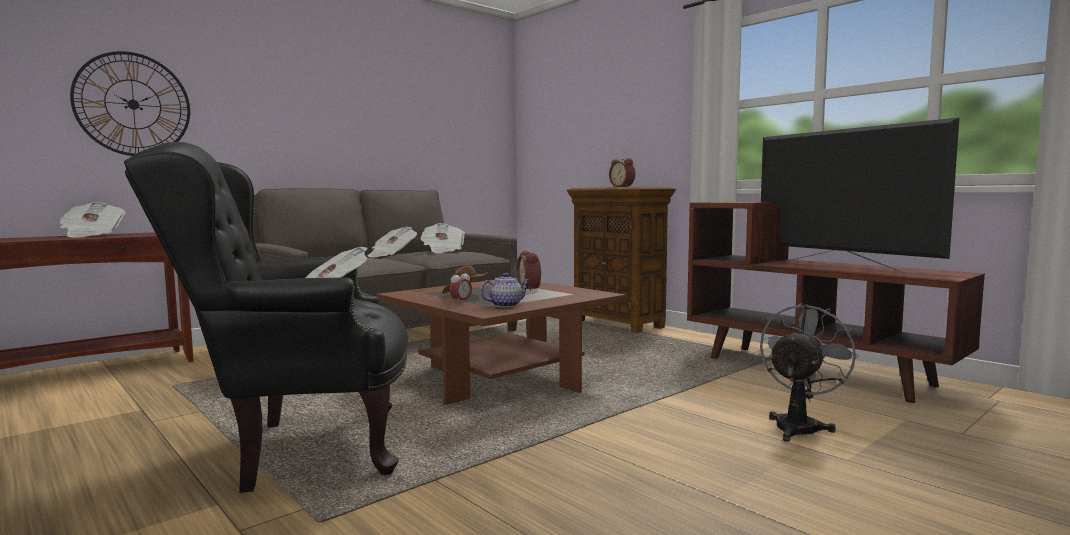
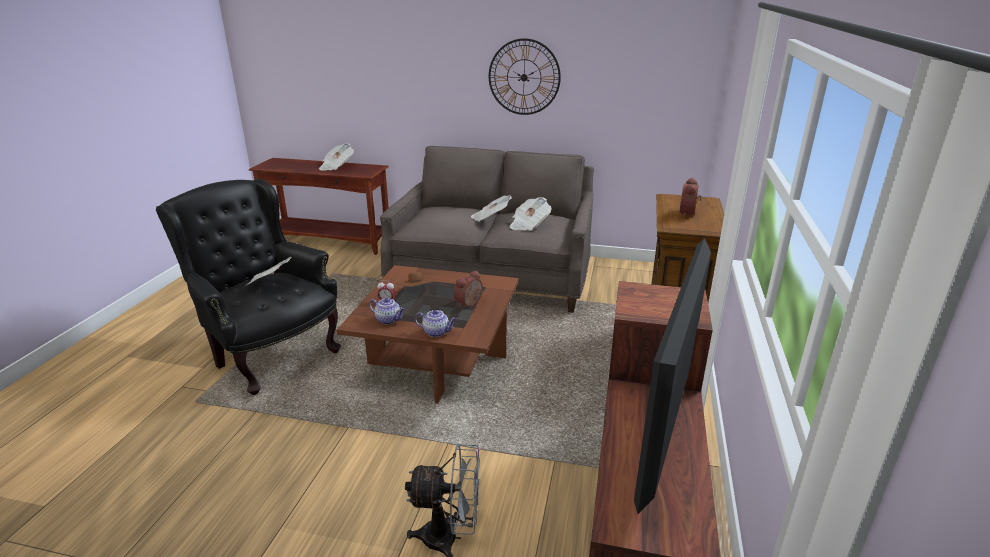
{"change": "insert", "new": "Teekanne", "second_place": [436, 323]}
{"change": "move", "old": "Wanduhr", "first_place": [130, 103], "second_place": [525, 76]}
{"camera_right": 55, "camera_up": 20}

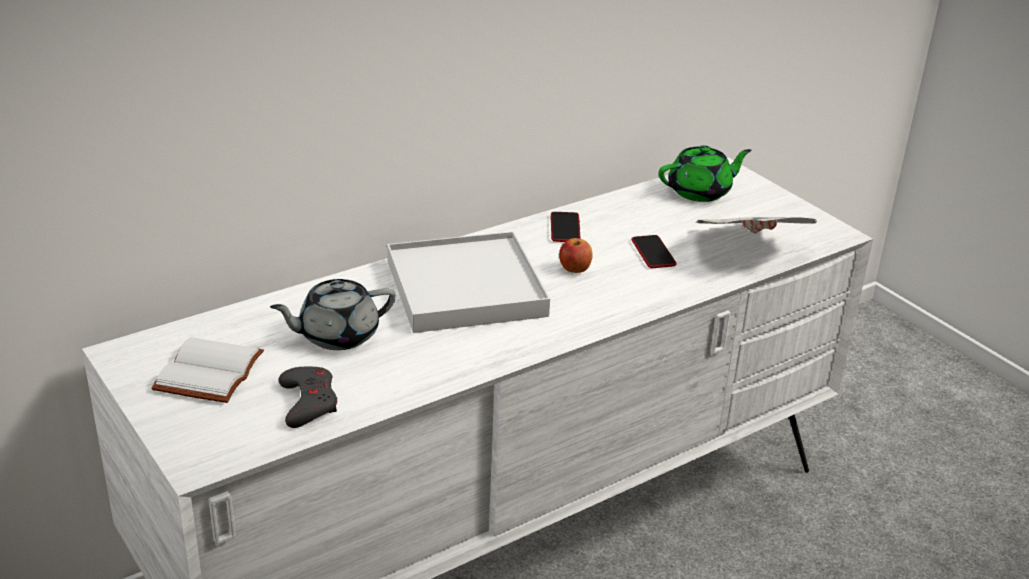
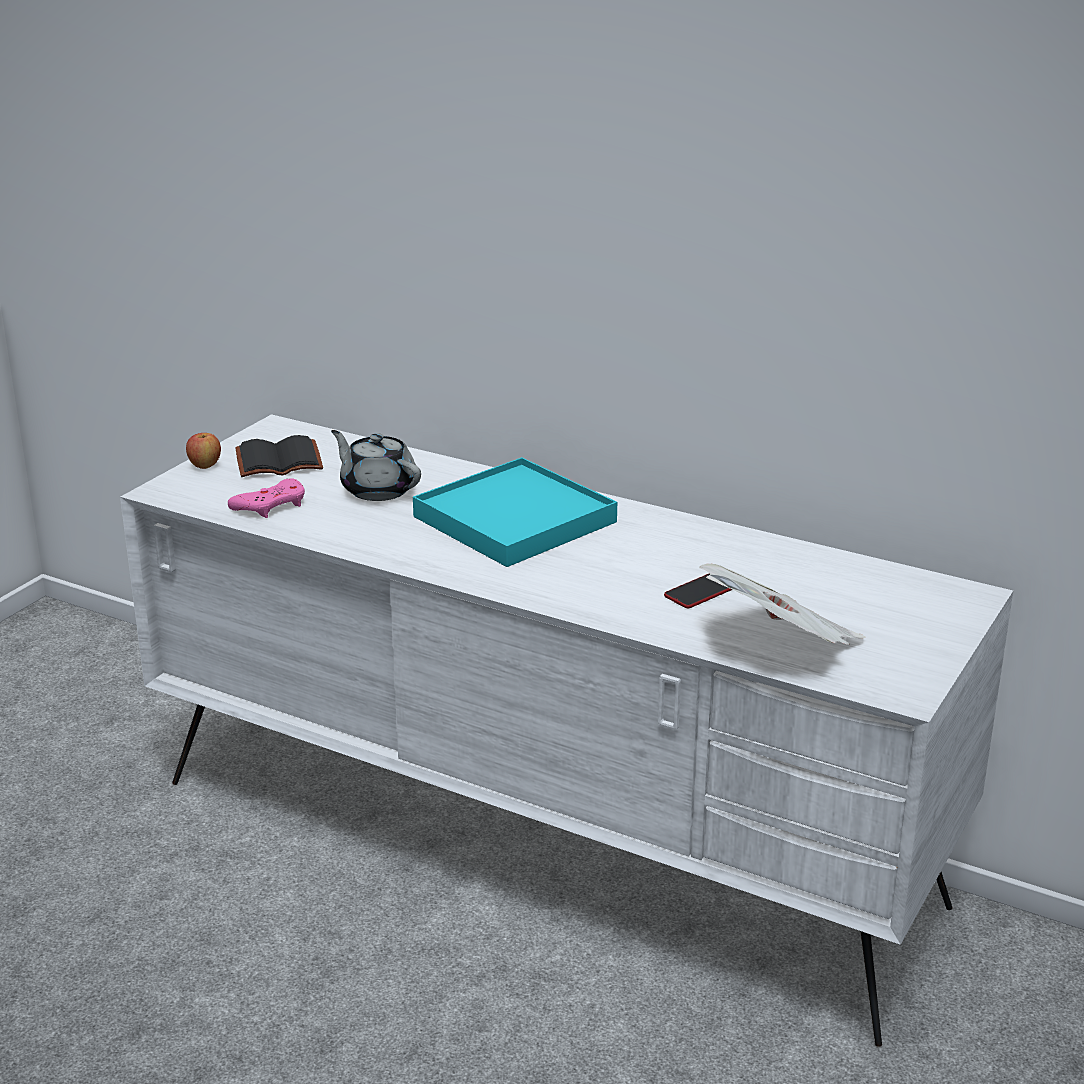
{"change": "delete", "old": "Handy", "first_place": [566, 227]}
{"change": "delete", "old": "Teekanne/grün", "first_place": [705, 173]}
{"change": "move", "old": "Apfel", "first_place": [576, 255], "second_place": [203, 451]}
{"change": "recolor", "old": "Buch/weiß", "new": "Buch/schwarz", "first_place": [208, 370], "second_place": [279, 456]}
{"change": "recolor", "old": "Gamepad/grau", "new": "Gamepad/rosa", "first_place": [307, 397], "second_place": [266, 498]}
{"change": "recolor", "old": "Tablett/weiß", "new": "Tablett/türkis", "first_place": [468, 282], "second_place": [515, 512]}
{"camera_right": 65, "camera_up": -5}

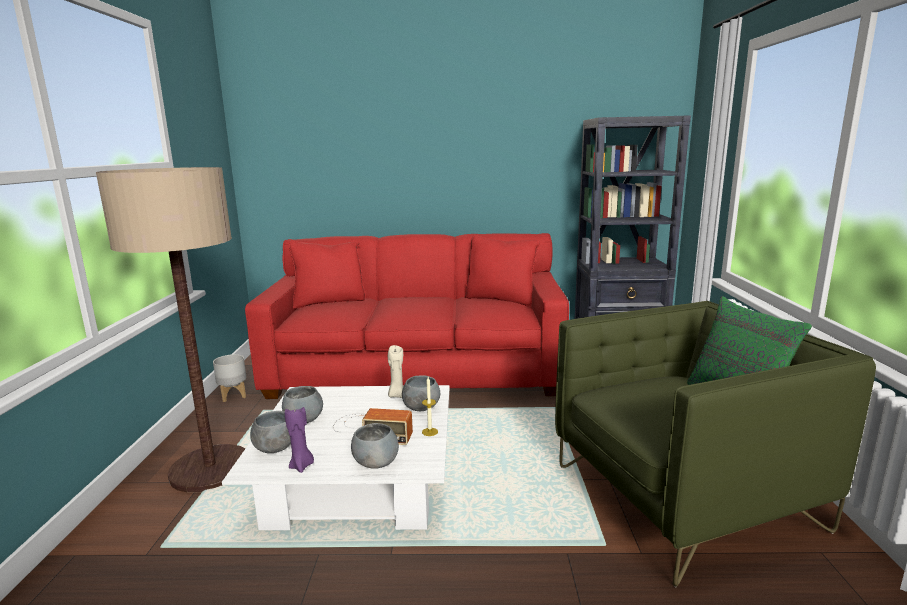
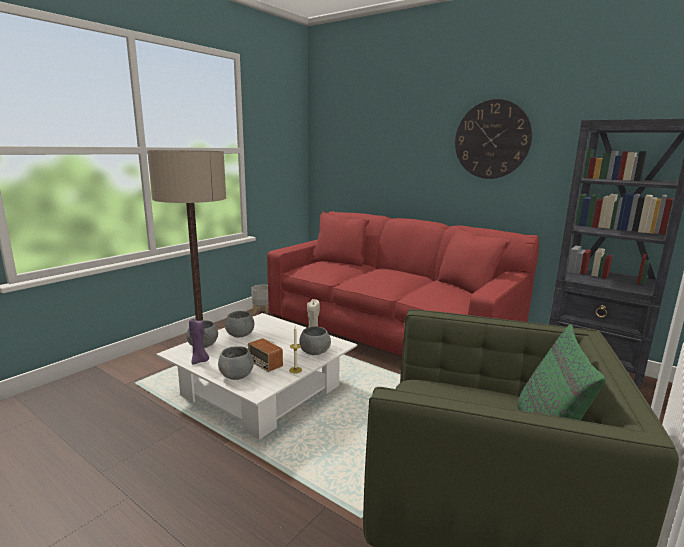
{"change": "insert", "new": "Wanduhr", "second_place": [493, 139]}
{"camera_right": 35, "camera_up": 0}

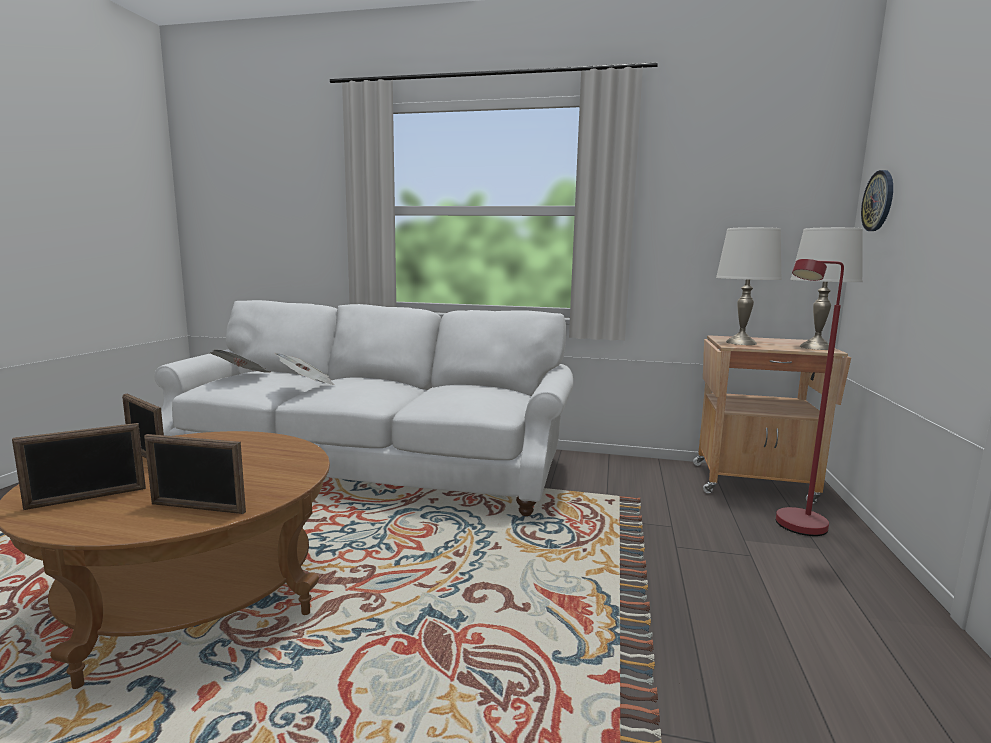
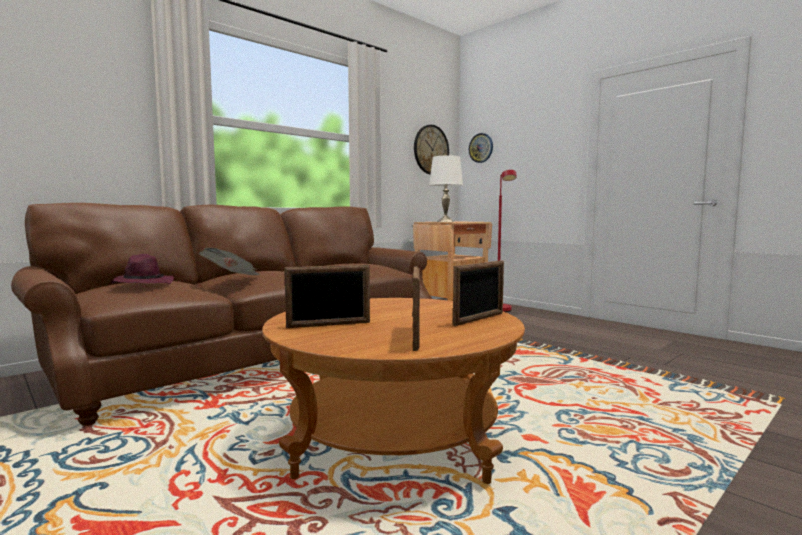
{"change": "delete", "old": "Tischlampe/weiß", "first_place": [826, 288]}
{"change": "insert", "new": "Wanduhr", "second_place": [431, 149]}
{"change": "replace", "old": "Zeitung", "new": "Hut/lila", "first_place": [240, 361], "second_place": [142, 269]}
{"change": "recolor", "old": "Sofa/weiß", "new": "Sofa/braun", "first_place": [363, 408], "second_place": [221, 314]}
{"camera_right": -55, "camera_up": -5}

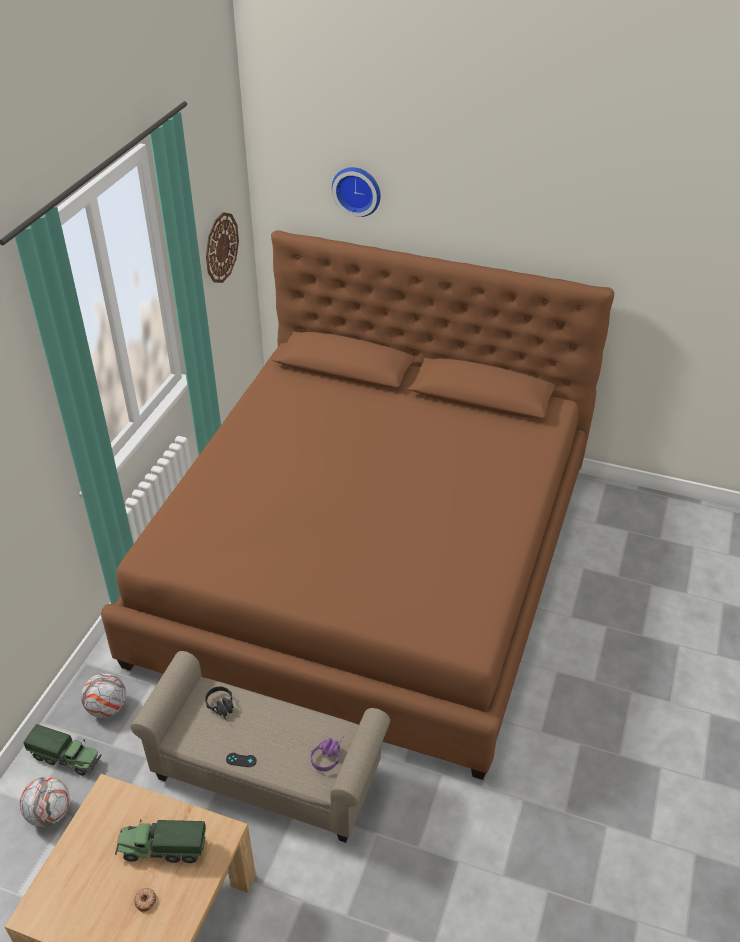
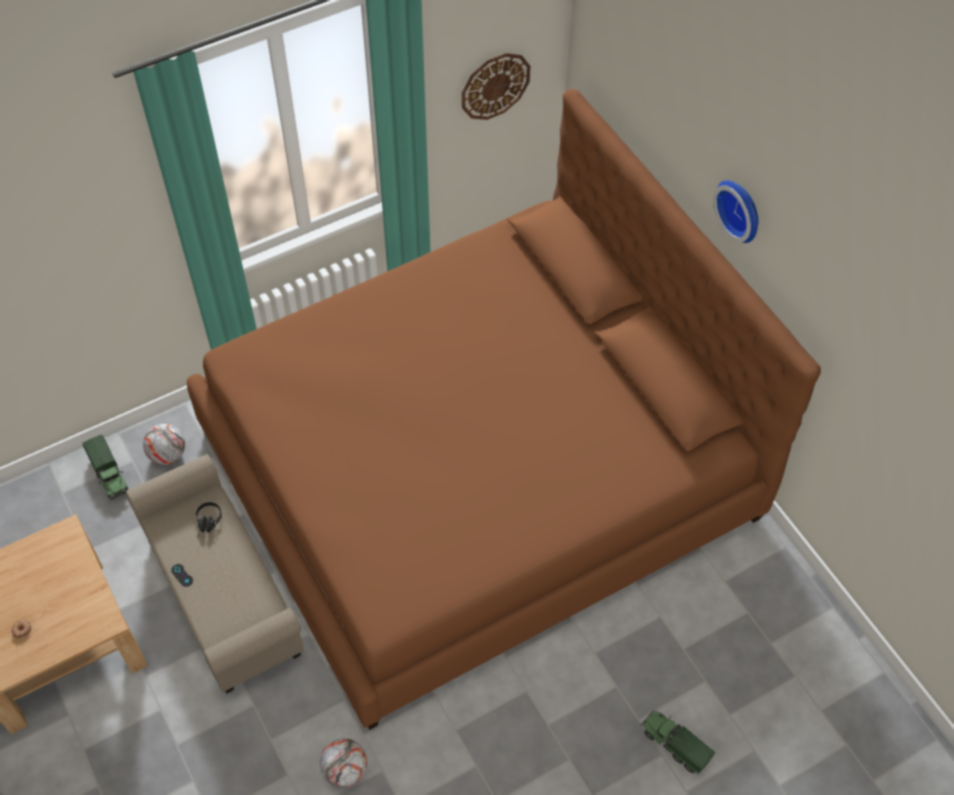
{"change": "delete", "old": "Kopfhörer/lila", "first_place": [327, 753]}
{"change": "move", "old": "Fußball", "first_place": [45, 802], "second_place": [343, 762]}
{"change": "move", "old": "Spielzeuglaster", "first_place": [160, 841], "second_place": [677, 742]}
{"change": "move", "old": "Wanduhr", "first_place": [356, 192], "second_place": [735, 211]}
{"camera_right": 40, "camera_up": 15}

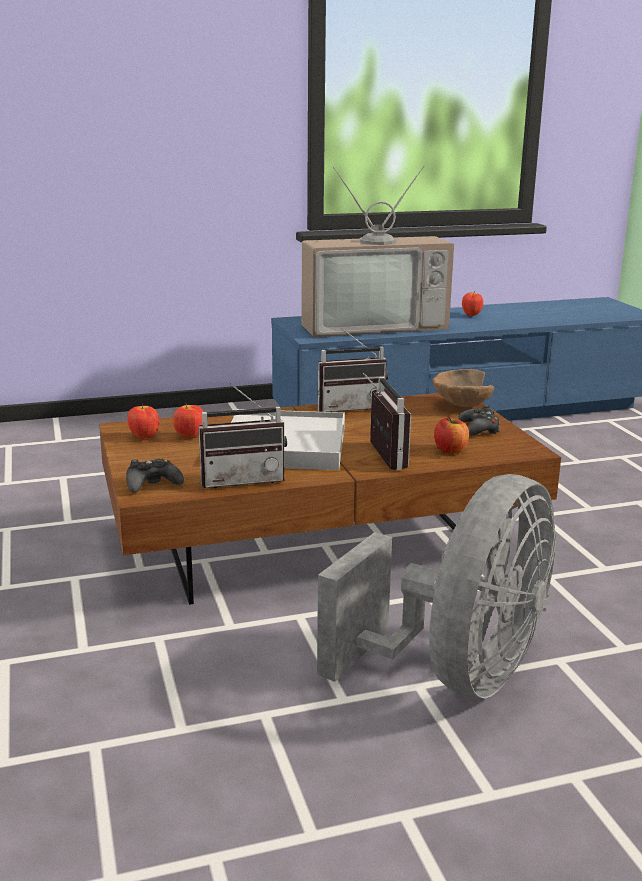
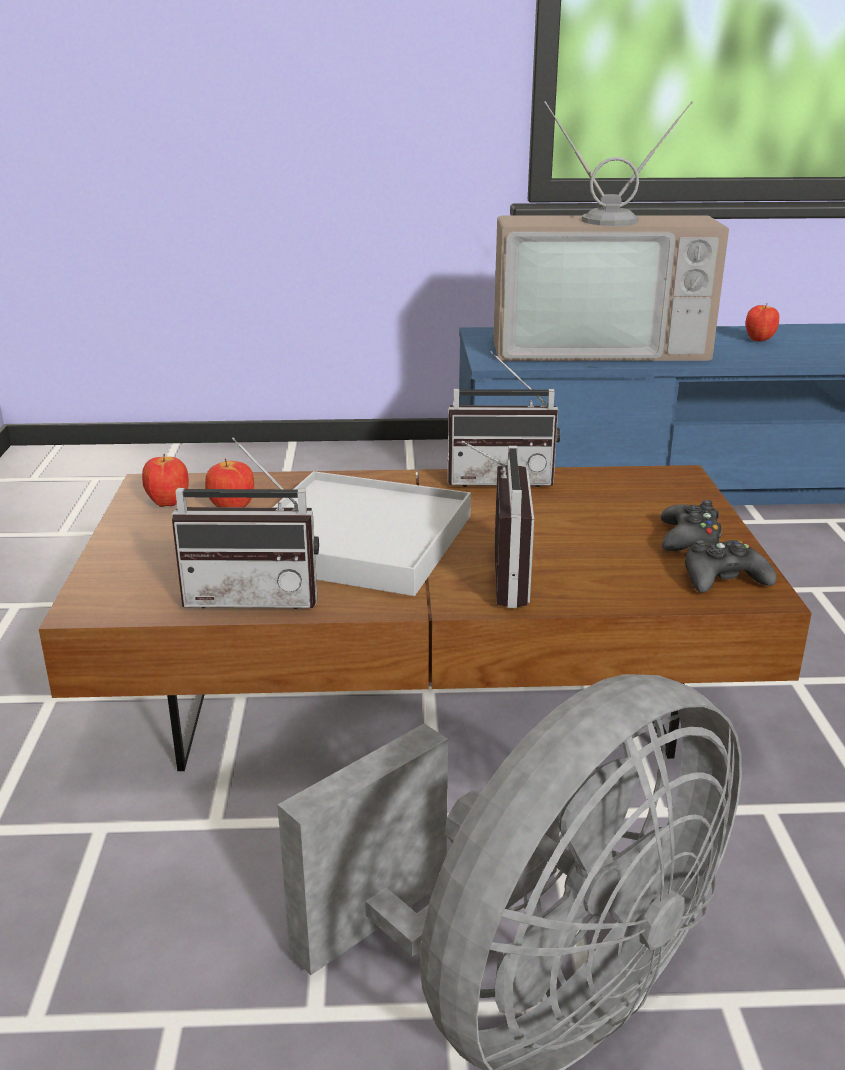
{"change": "delete", "old": "Schüssel/braun", "first_place": [463, 388]}
{"change": "delete", "old": "Apfel", "first_place": [451, 435]}
{"change": "move", "old": "Gamepad/schwarz", "first_place": [155, 475], "second_place": [730, 566]}
{"camera_right": 15, "camera_up": 5}

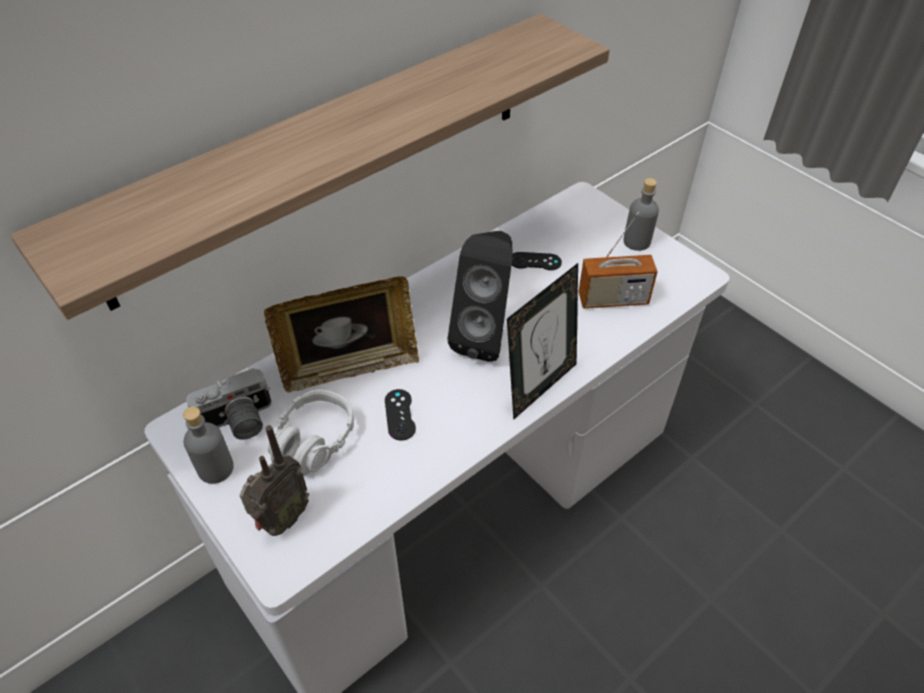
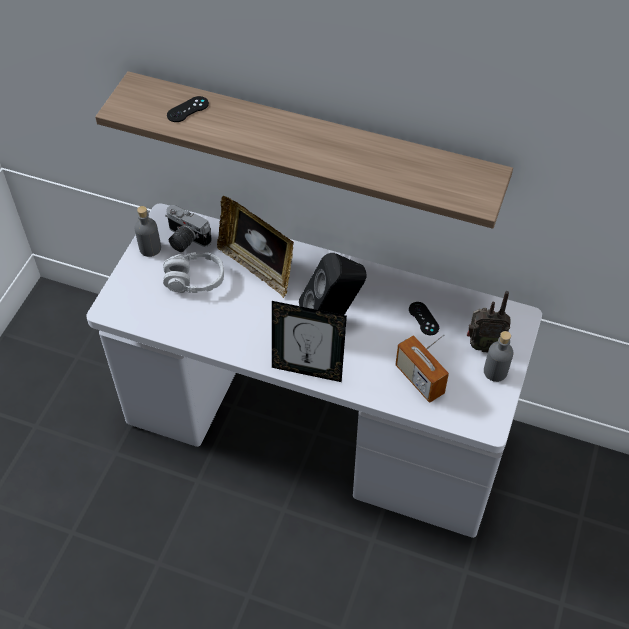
{"change": "move", "old": "Radio", "first_place": [274, 480], "second_place": [488, 321]}
{"change": "move", "old": "Gamepad/schwarz", "first_place": [400, 415], "second_place": [188, 109]}
{"camera_right": 60, "camera_up": 5}

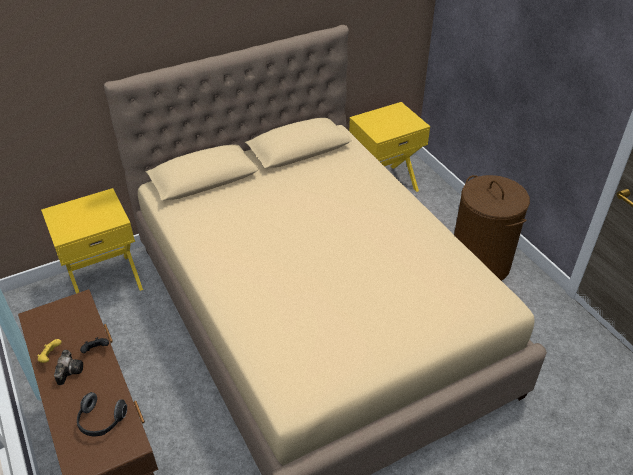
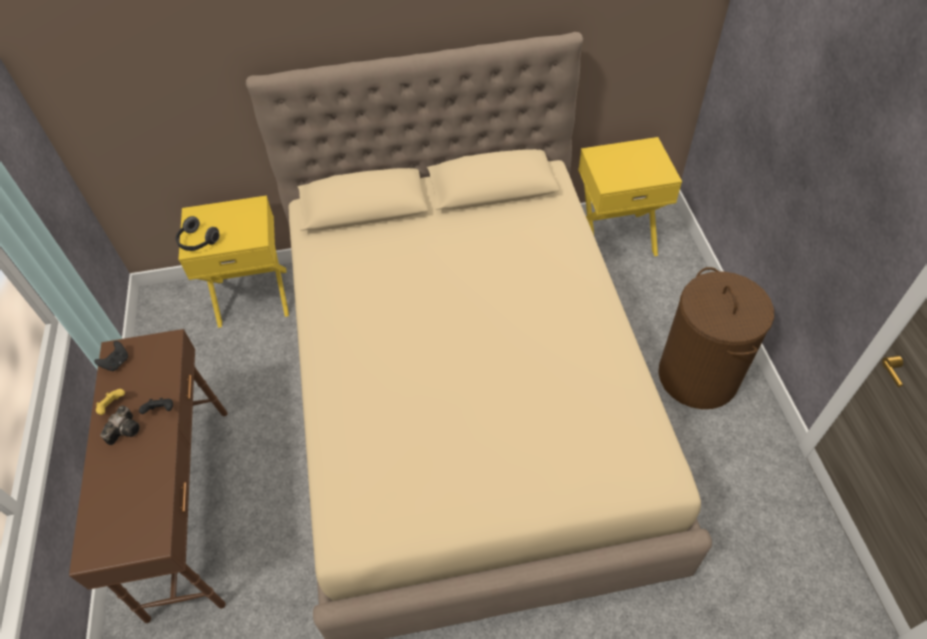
{"change": "insert", "new": "Gamepad/schwarz", "second_place": [111, 356]}
{"change": "move", "old": "Kopfhörer", "first_place": [102, 414], "second_place": [197, 233]}
{"camera_right": 20, "camera_up": 10}

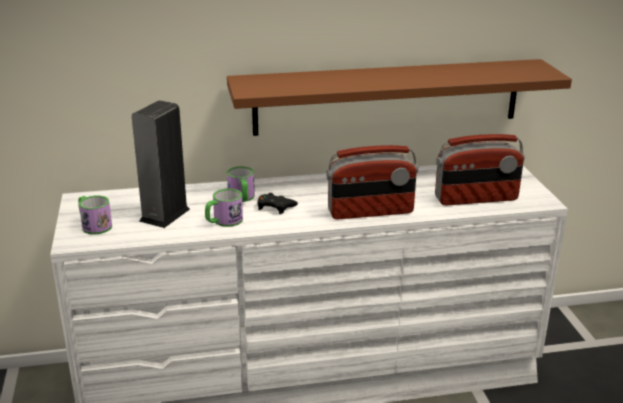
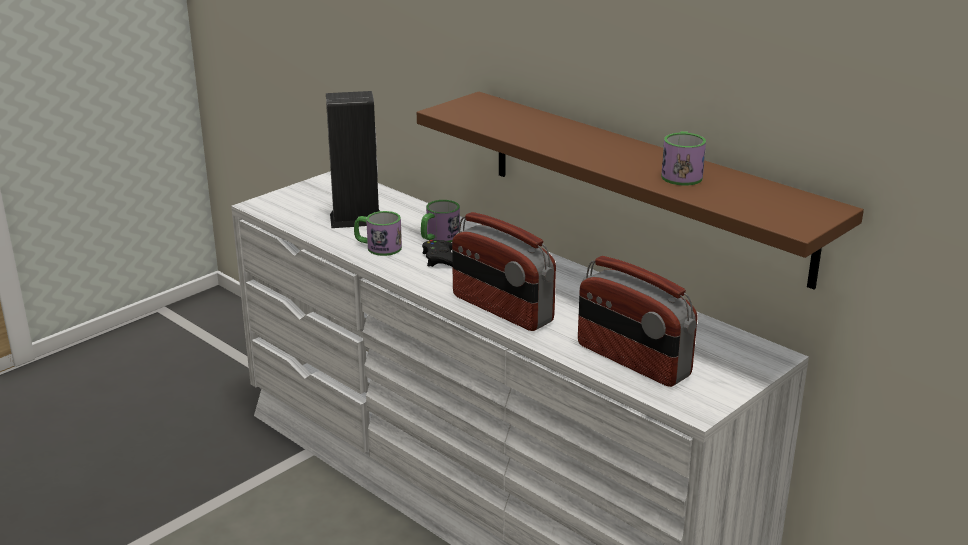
{"change": "move", "old": "Henkelbecher", "first_place": [95, 215], "second_place": [683, 158]}
{"camera_right": 55, "camera_up": 0}

